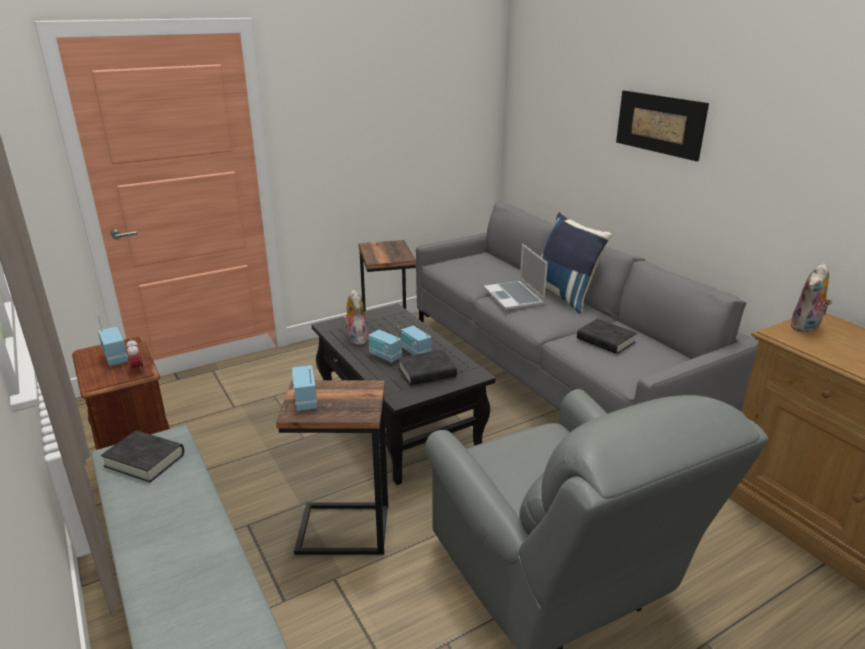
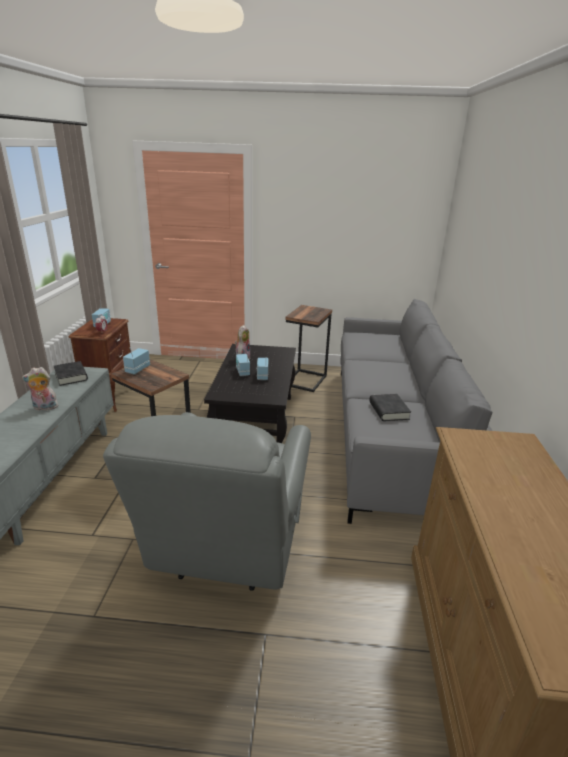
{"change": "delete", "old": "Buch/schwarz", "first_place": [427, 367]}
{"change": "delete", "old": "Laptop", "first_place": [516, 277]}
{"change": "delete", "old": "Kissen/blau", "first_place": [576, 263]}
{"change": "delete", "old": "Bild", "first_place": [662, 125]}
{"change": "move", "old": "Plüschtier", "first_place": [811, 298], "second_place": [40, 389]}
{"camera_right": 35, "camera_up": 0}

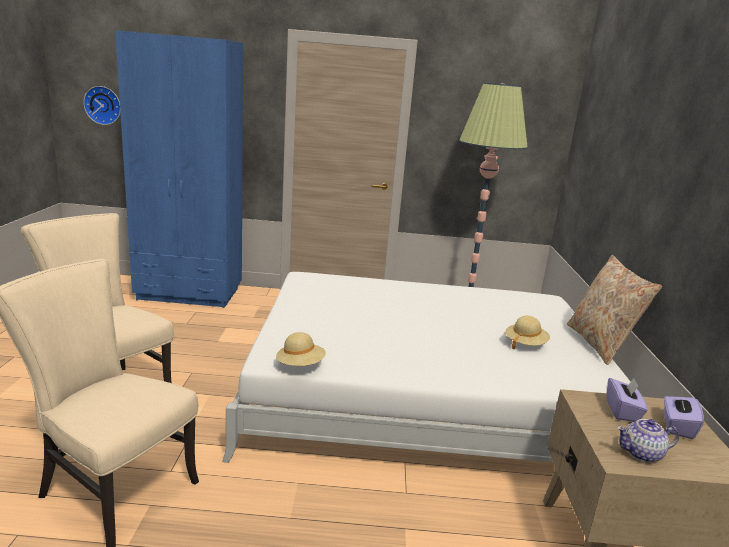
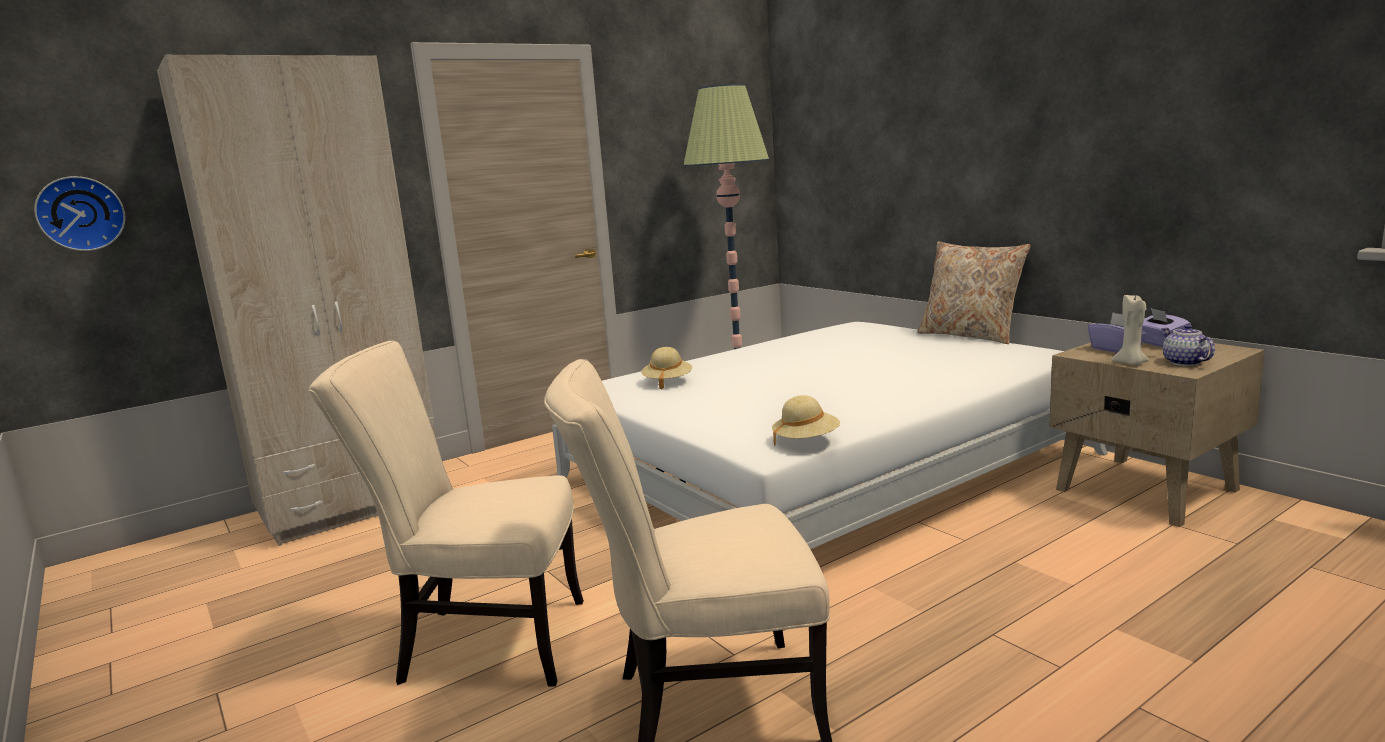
{"change": "insert", "new": "Kerze/beige", "second_place": [1130, 329]}
{"change": "move", "old": "Hut/beige", "first_place": [527, 333], "second_place": [666, 368]}
{"change": "recolor", "old": "Kleiderschrank/blau", "new": "Kleiderschrank/beige", "first_place": [179, 169], "second_place": [297, 300]}
{"change": "rotate", "old": "Teekanne", "first_place": [648, 441], "second_place": [1188, 345], "degrees": 120}
{"camera_right": -35, "camera_up": -5}

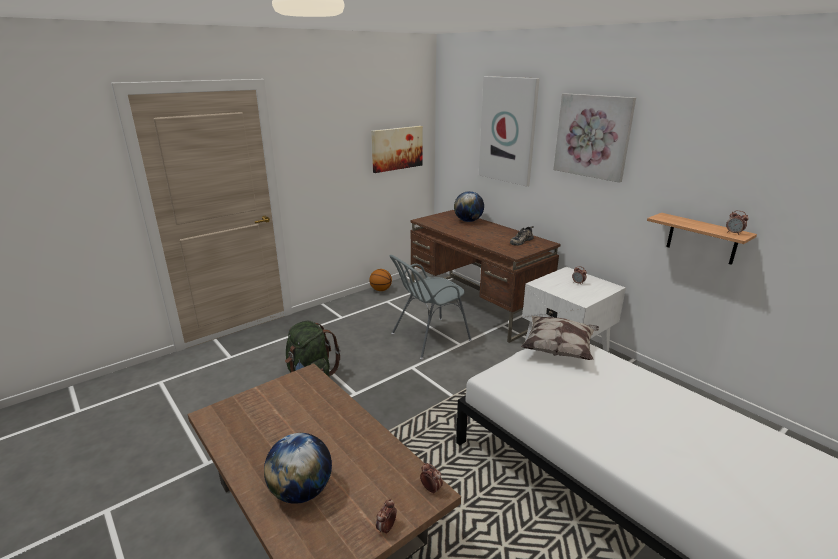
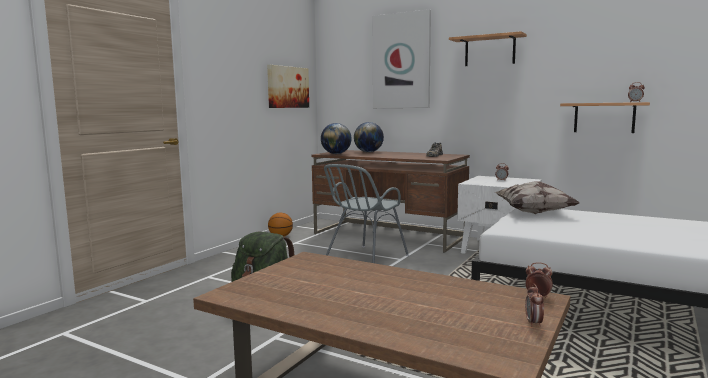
{"change": "move", "old": "Globus", "first_place": [298, 468], "second_place": [336, 138]}
{"change": "replace", "old": "Bild", "new": "Wandregal", "first_place": [594, 138], "second_place": [488, 48]}
{"camera_right": -20, "camera_up": -15}

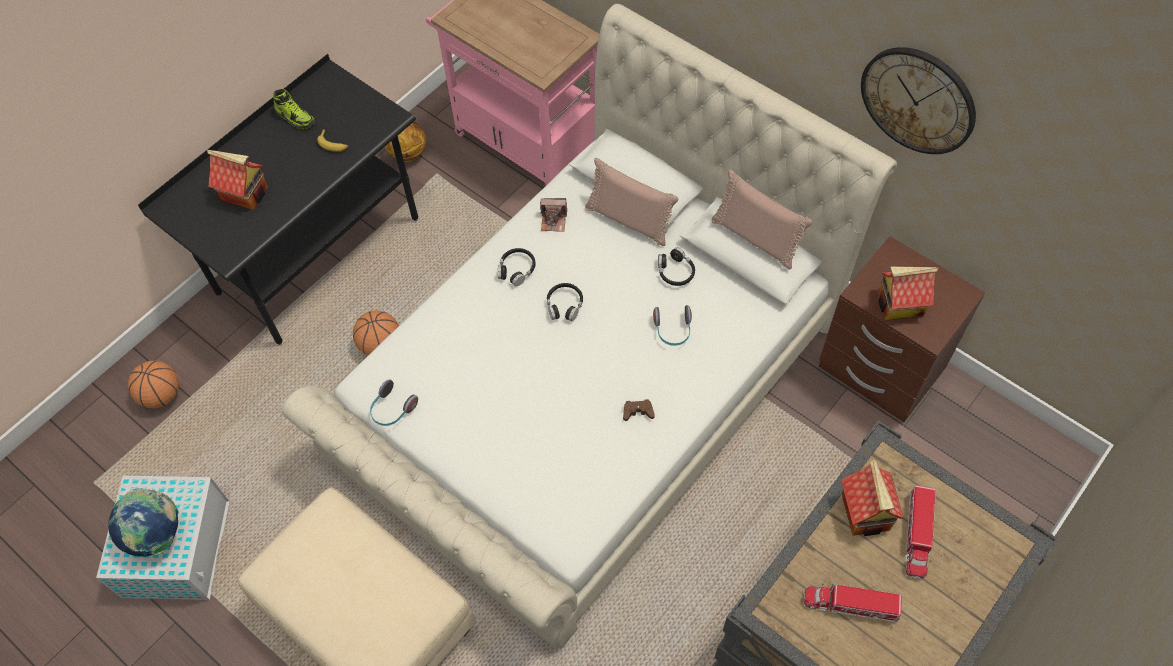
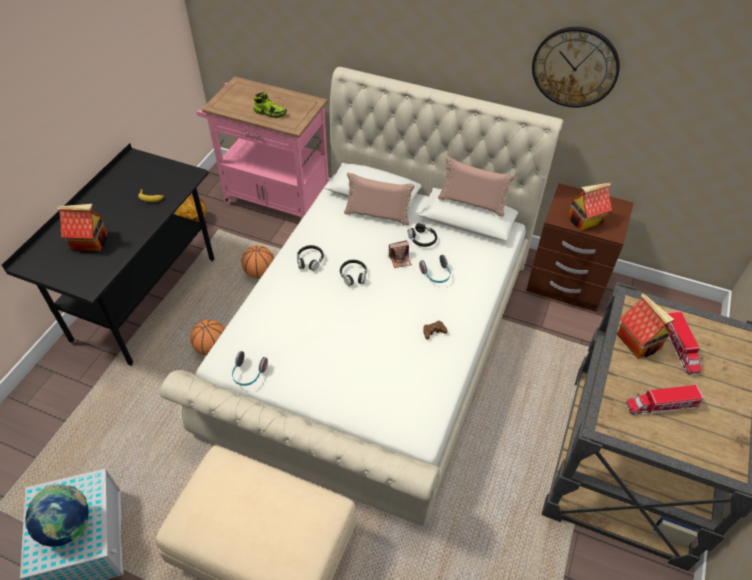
{"change": "move", "old": "Basketball", "first_place": [153, 384], "second_place": [257, 262]}
{"change": "move", "old": "Schuh", "first_place": [294, 109], "second_place": [270, 105]}
{"change": "move", "old": "Kamera", "first_place": [553, 215], "second_place": [400, 254]}
{"camera_right": -20, "camera_up": -10}

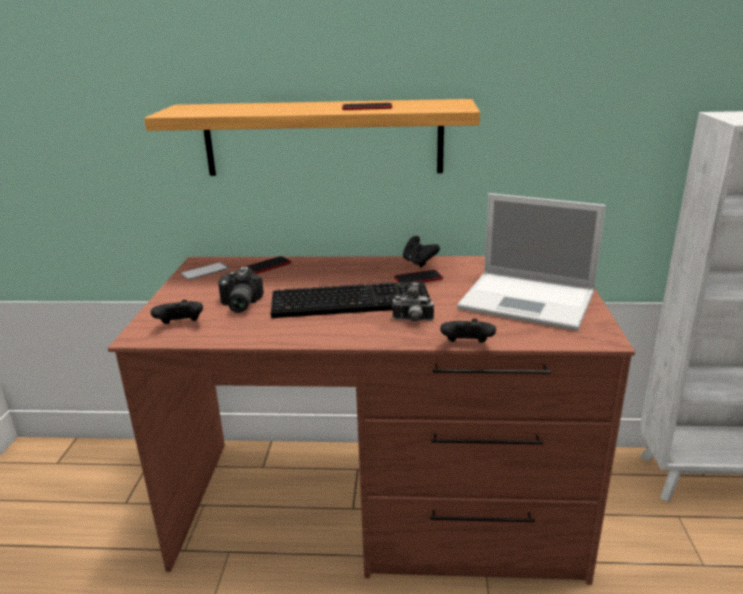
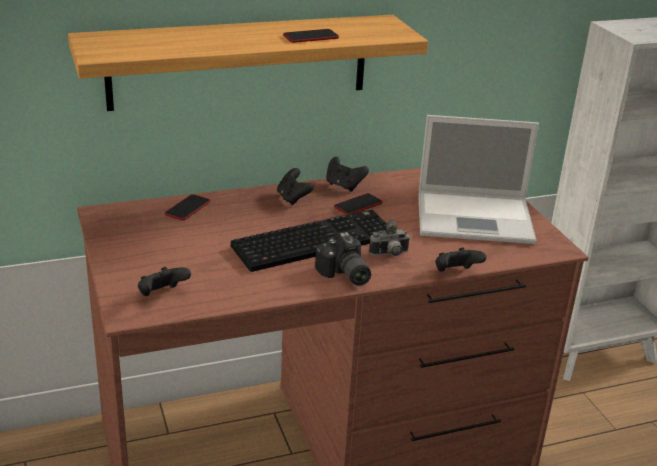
{"change": "delete", "old": "Handy", "first_place": [205, 271]}
{"change": "insert", "new": "Gamepad/schwarz", "second_place": [295, 186]}
{"change": "move", "old": "Kamera", "first_place": [241, 290], "second_place": [343, 259]}
{"camera_right": -25, "camera_up": 5}

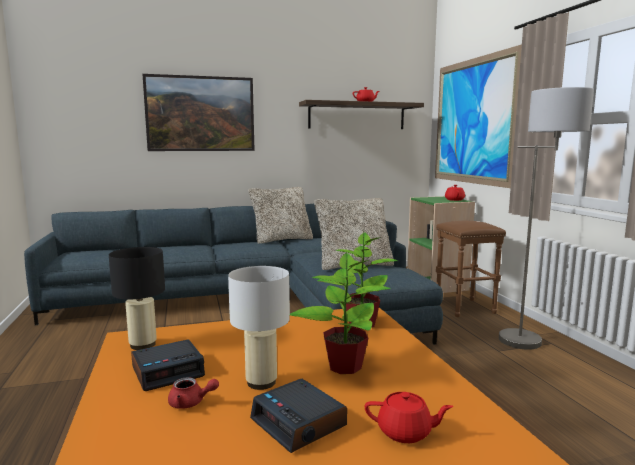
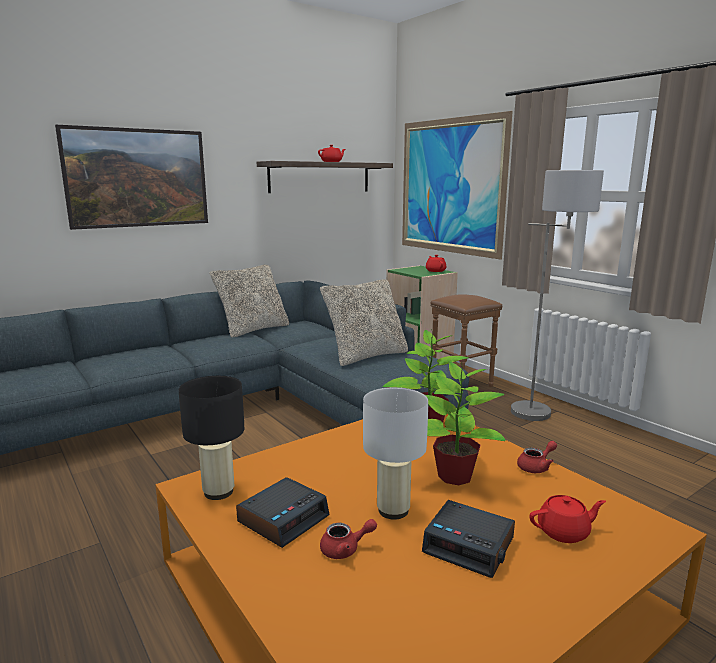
{"change": "insert", "new": "Teekanne/rot", "second_place": [537, 457]}
{"camera_right": -20, "camera_up": 5}

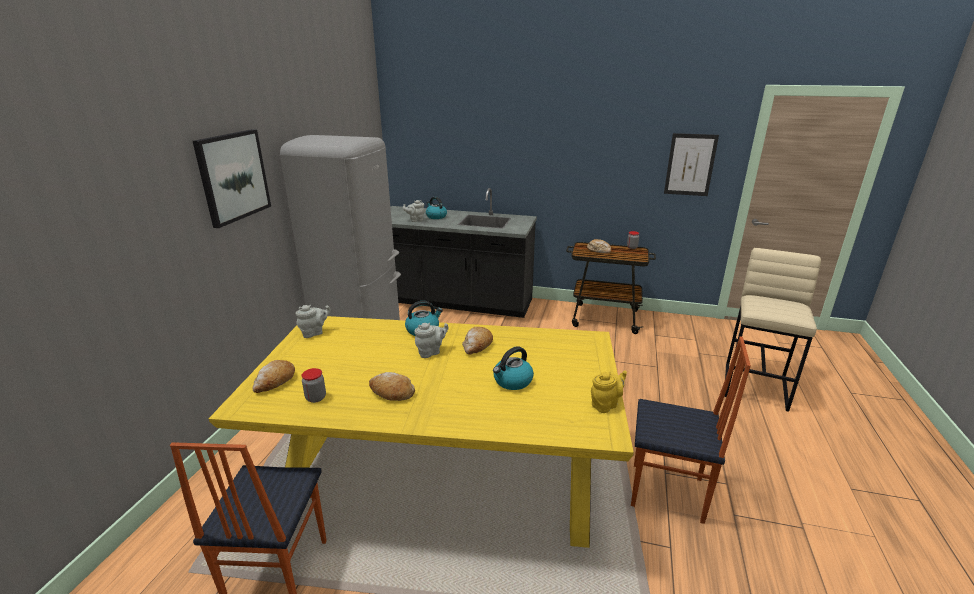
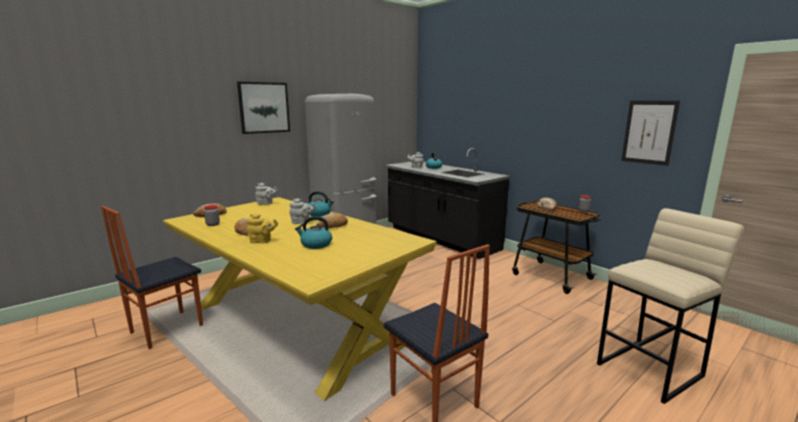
{"change": "move", "old": "Teekanne/gelb", "first_place": [609, 392], "second_place": [262, 228]}
{"camera_right": 35, "camera_up": -10}

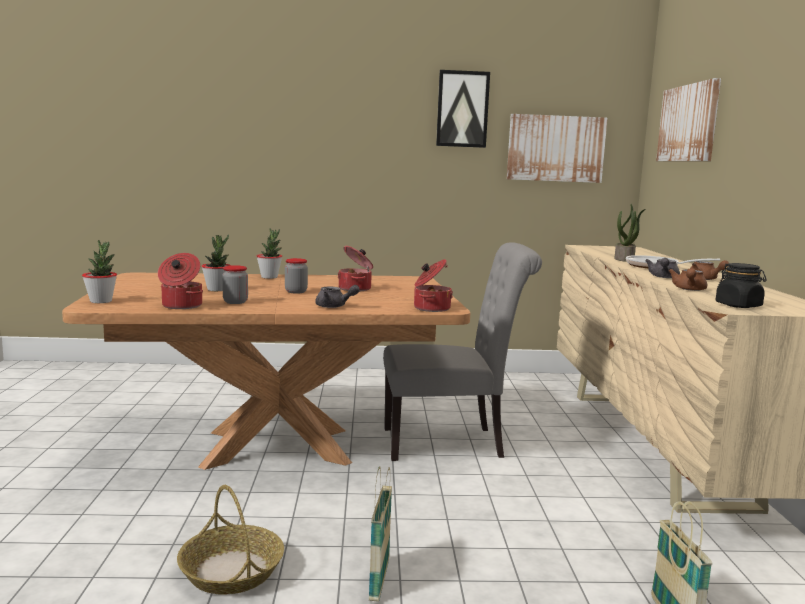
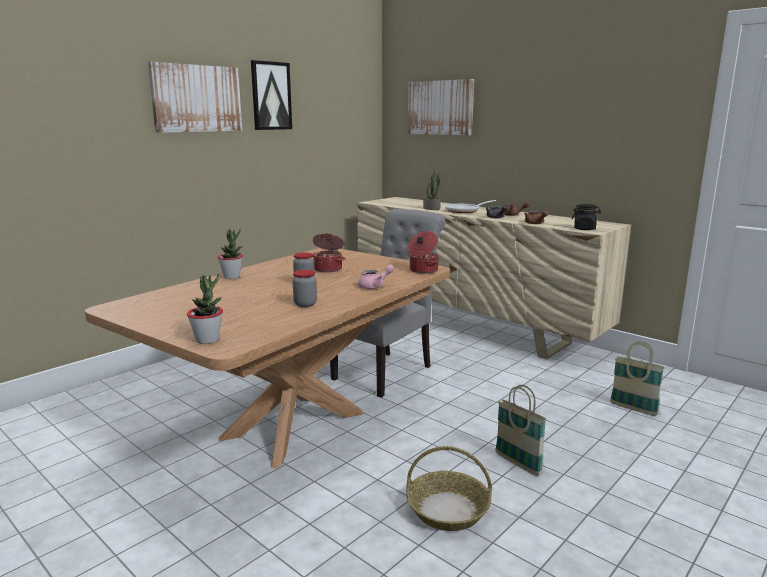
{"change": "delete", "old": "Kochtopf", "first_place": [180, 281]}
{"change": "delete", "old": "Topfpflanze", "first_place": [216, 262]}
{"change": "move", "old": "Bild", "first_place": [557, 148], "second_place": [195, 97]}
{"change": "recolor", "old": "Teekanne/grau", "new": "Teekanne/rosa", "first_place": [337, 296], "second_place": [376, 277]}
{"camera_right": -45, "camera_up": 5}

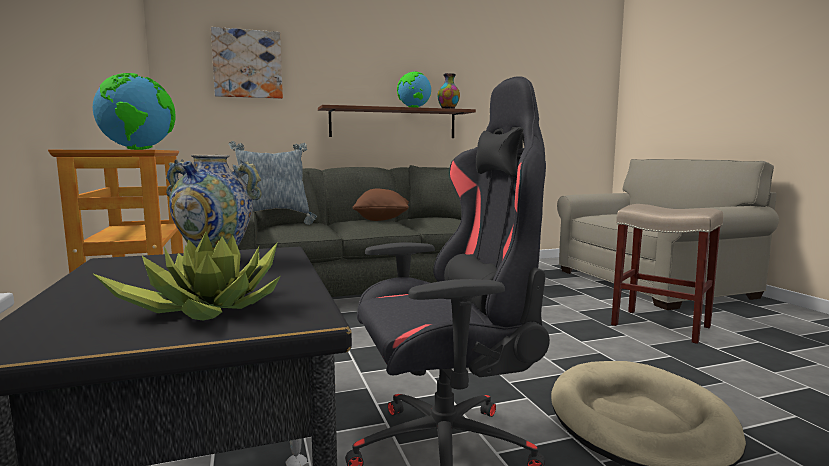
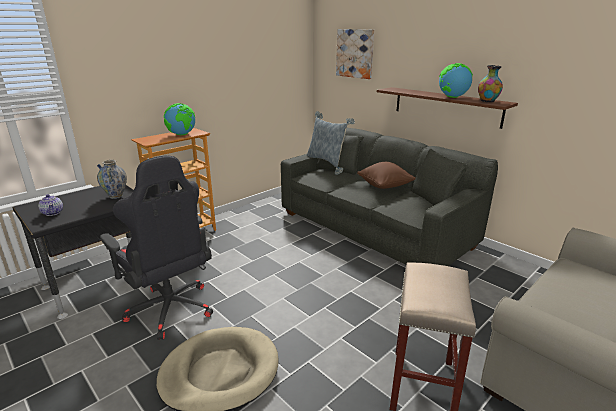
{"change": "replace", "old": "Topfpflanze", "new": "Teekanne", "first_place": [186, 276], "second_place": [50, 205]}
{"camera_right": 65, "camera_up": 15}

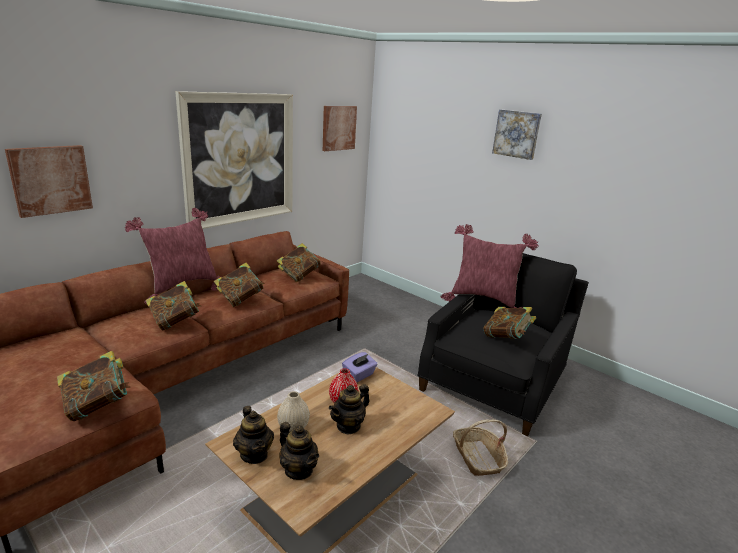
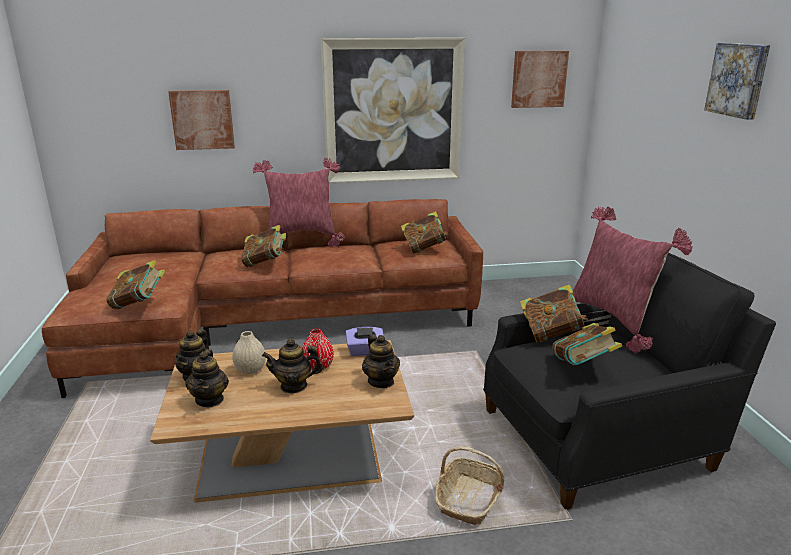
{"change": "insert", "new": "Teekanne", "second_place": [381, 361]}
{"change": "move", "old": "Buch", "first_place": [239, 285], "second_place": [554, 313]}
{"camera_right": 40, "camera_up": 0}

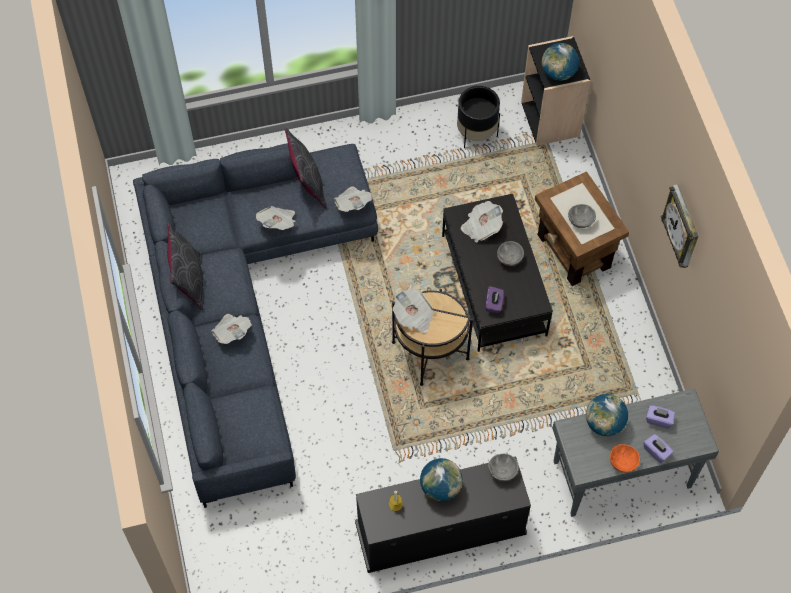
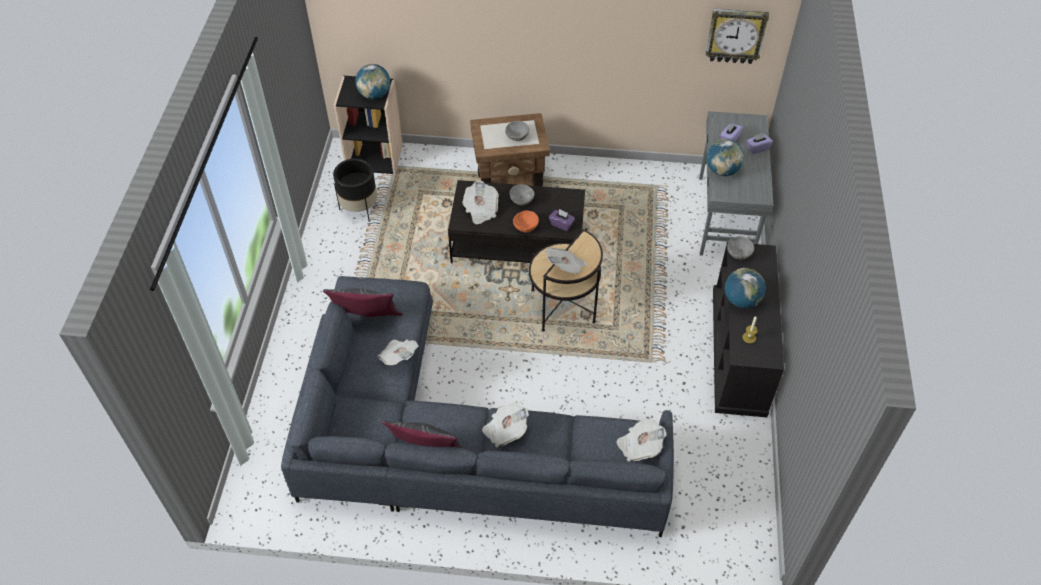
{"change": "move", "old": "Zeitung", "first_place": [353, 199], "second_place": [641, 441]}
{"change": "move", "old": "Schüssel/orange", "first_place": [625, 458], "second_place": [526, 221]}
{"change": "move", "old": "Wanduhr", "first_place": [679, 226], "second_place": [737, 36]}
{"camera_right": -70, "camera_up": -10}

